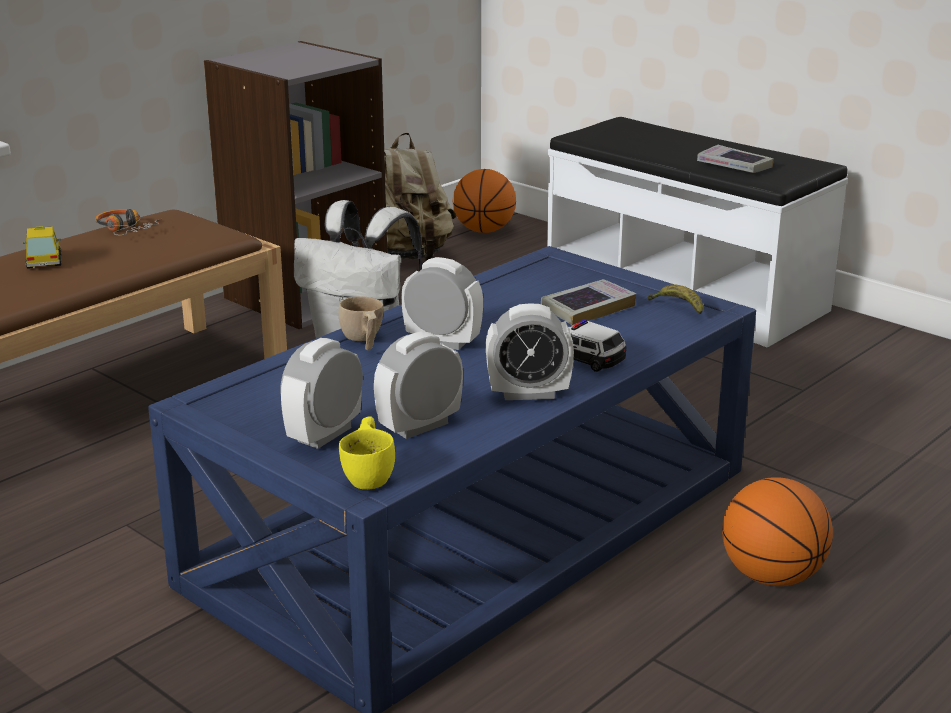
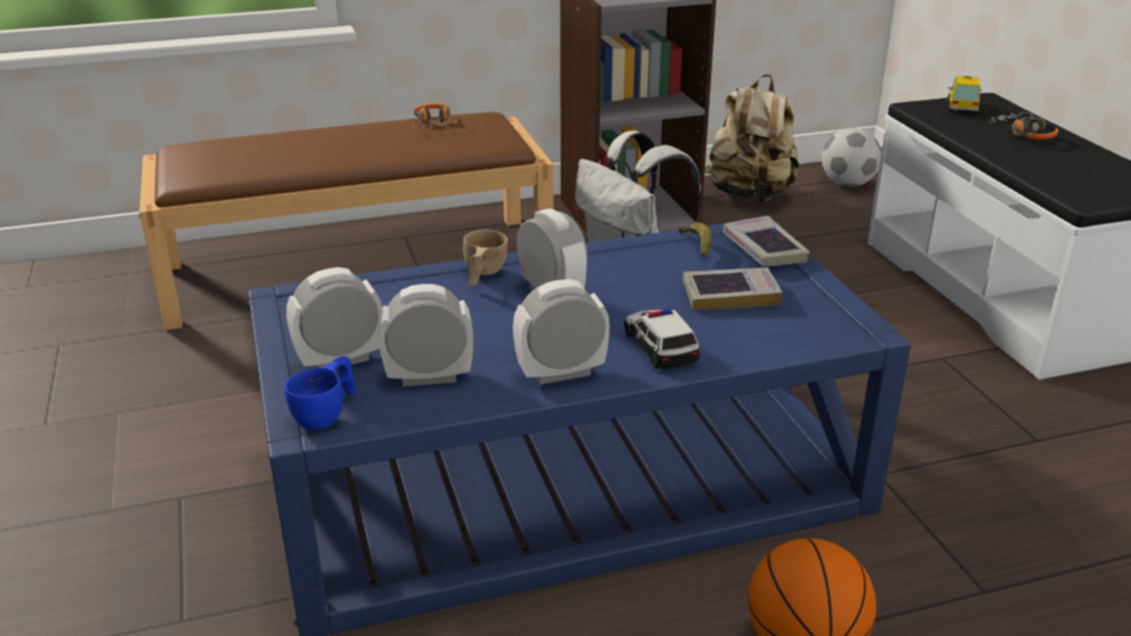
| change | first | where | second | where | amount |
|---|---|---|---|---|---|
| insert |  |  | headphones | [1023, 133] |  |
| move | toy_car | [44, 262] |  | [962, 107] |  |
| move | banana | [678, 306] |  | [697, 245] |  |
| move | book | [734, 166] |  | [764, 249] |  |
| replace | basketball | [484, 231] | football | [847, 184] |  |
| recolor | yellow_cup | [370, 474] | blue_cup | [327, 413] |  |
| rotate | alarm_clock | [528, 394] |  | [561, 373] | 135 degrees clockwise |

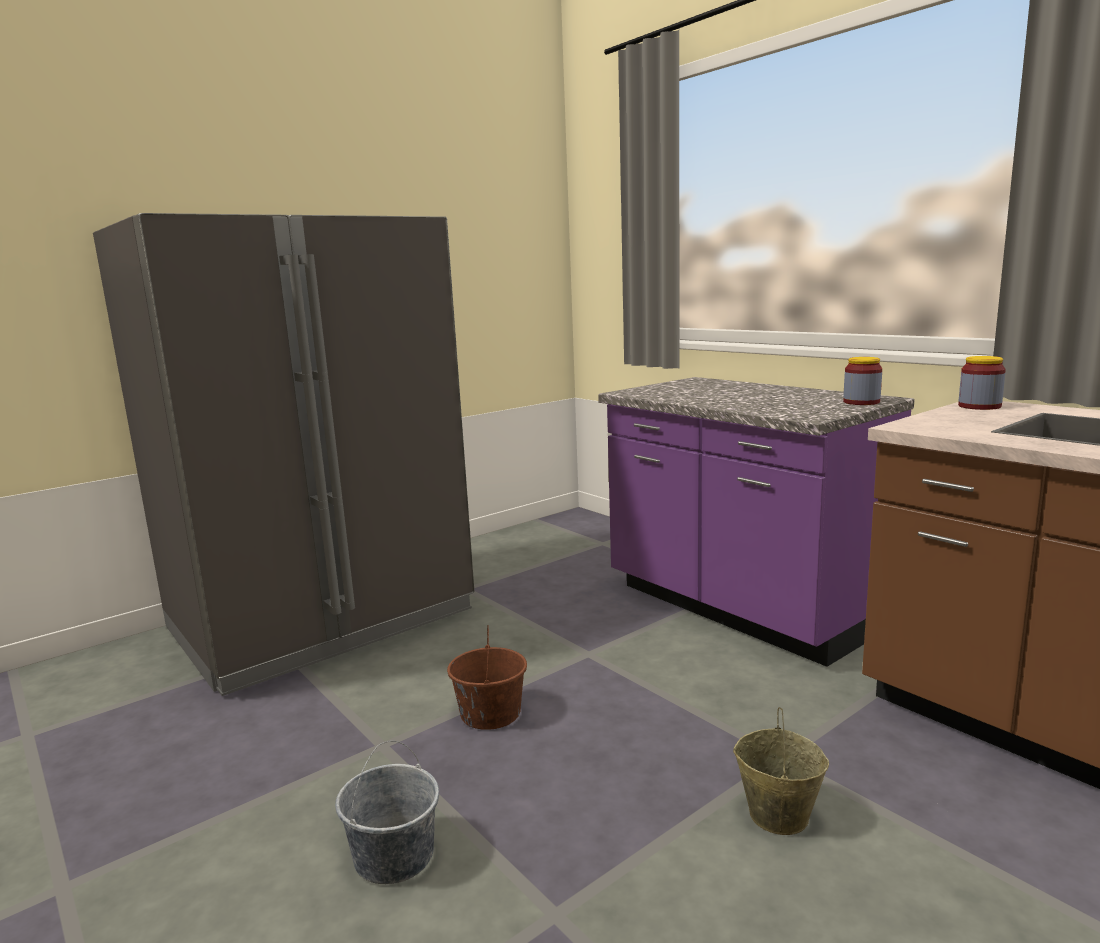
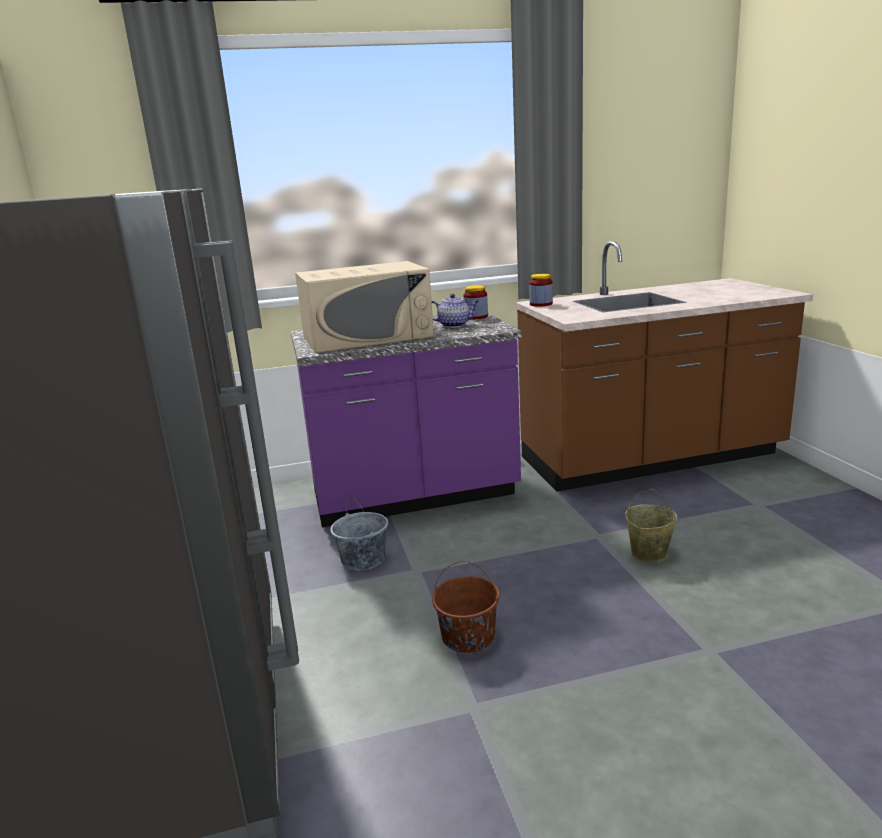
| change | first | where | second | where | amount |
|---|---|---|---|---|---|
| insert |  |  | beige_microwave | [367, 337] |  |
| insert |  |  | teapot | [454, 325] |  |
| move | grey_bucket | [393, 856] |  | [363, 560] |  |

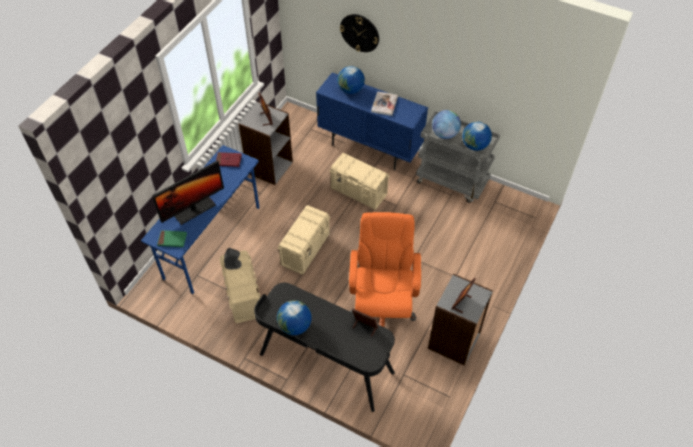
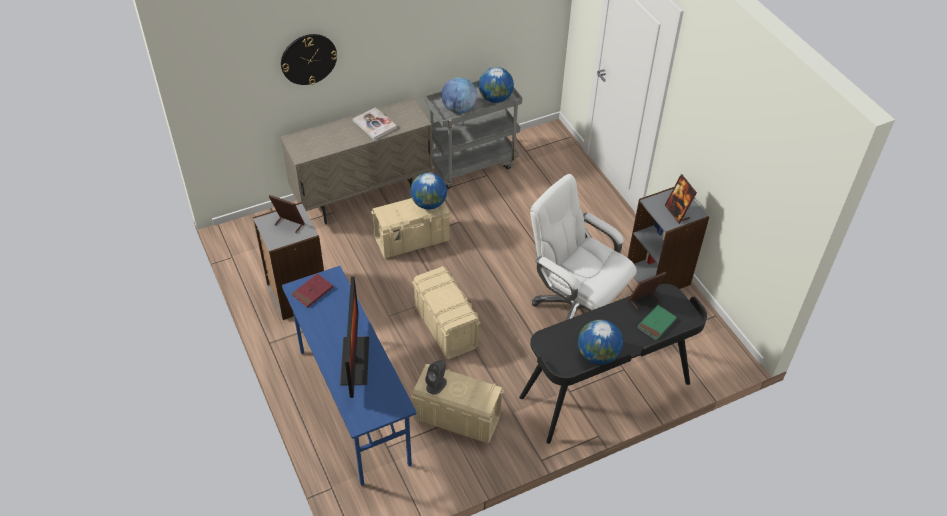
| change | first | where | second | where | amount |
|---|---|---|---|---|---|
| move | green_book | [172, 240] |  | [656, 324] |  |
| move | globe | [350, 90] |  | [429, 204] |  |
| recolor | blue_cabinet | [370, 148] | beige_cabinet | [363, 198] |  |
| recolor | orange_office_chair | [382, 307] | white_office_chair | [575, 306] |  |

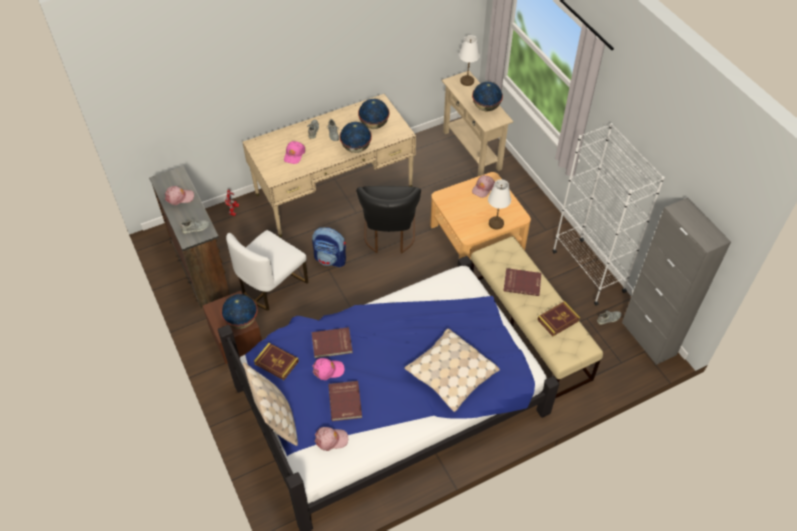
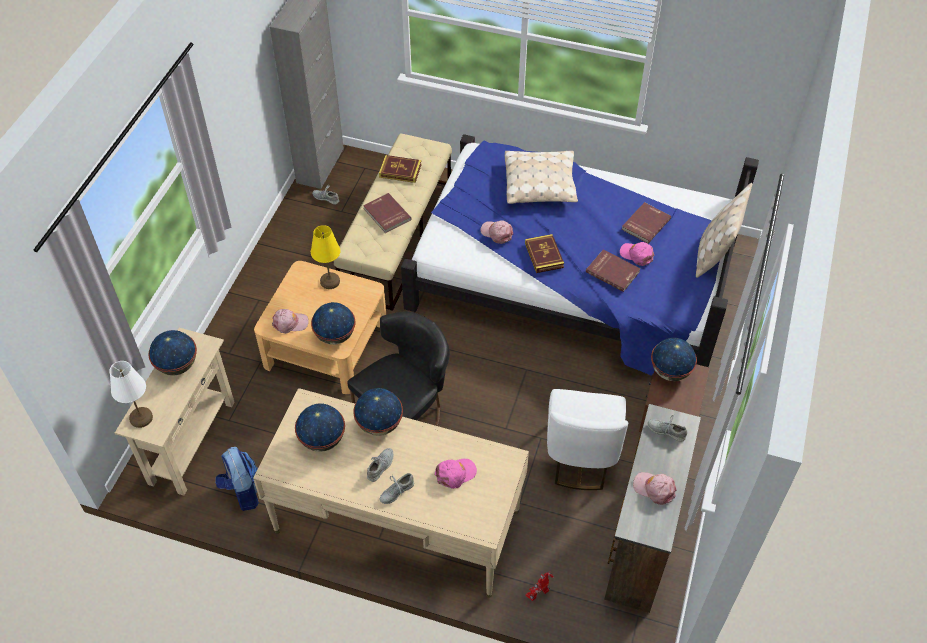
| change | first | where | second | where | amount |
|---|---|---|---|---|---|
| delete | white_bookcase | [588, 271] |  |  |  |
| insert |  |  | globe | [335, 336] |  |
| move | book | [276, 362] |  | [544, 255] |  |
| move | backpack | [331, 259] |  | [243, 491] |  |
| move | pink_cap | [331, 439] |  | [497, 233] |  |
| recolor | white_table_lamp | [495, 223] | yellow_table_lamp | [330, 282] |  |
| rotate | white_chair | [272, 286] |  | [580, 457] | 105 degrees clockwise |

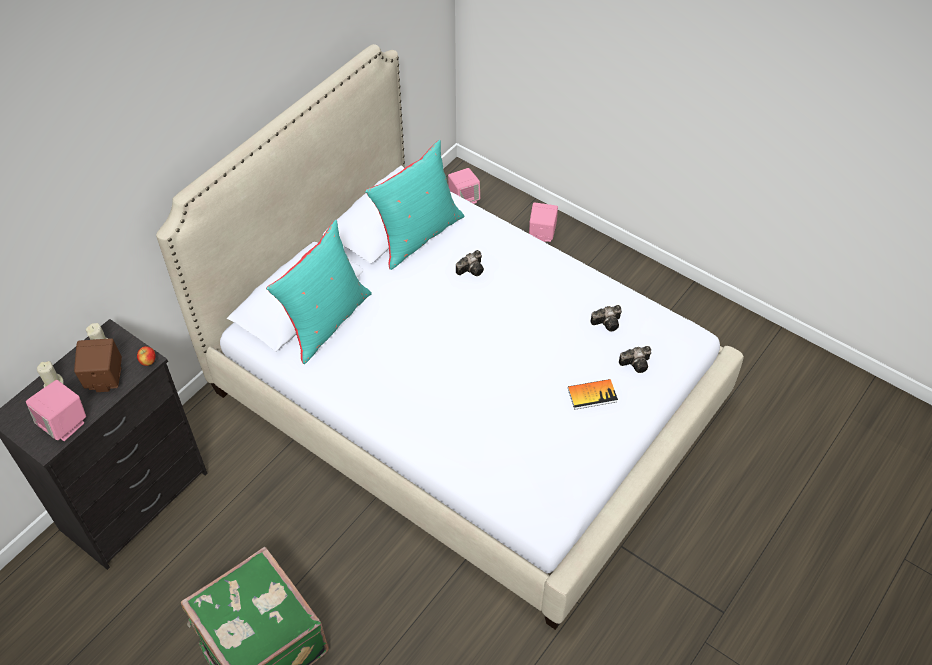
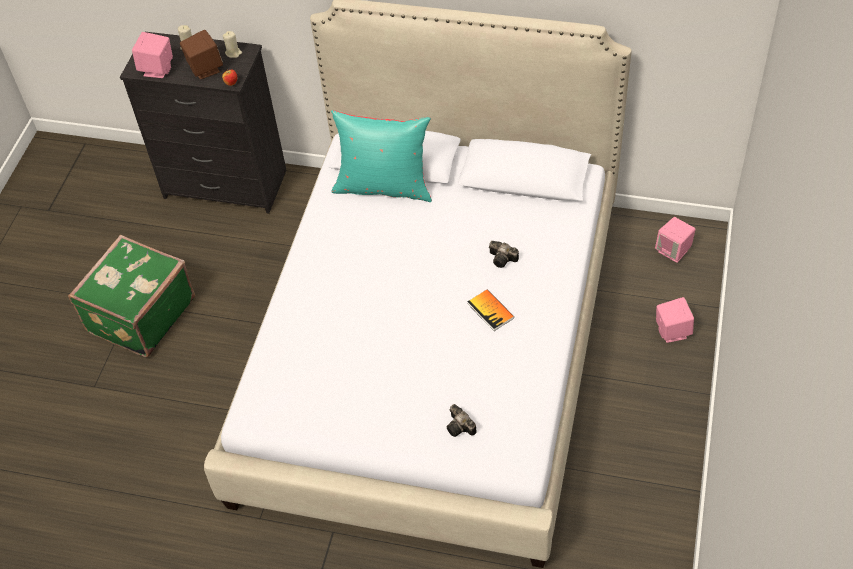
| change | first | where | second | where | amount |
|---|---|---|---|---|---|
| delete | turquoise_pillow | [417, 235] |  |  |  |
| delete | photo_camera | [608, 322] |  |  |  |
| move | book | [592, 395] |  | [490, 311] |  |

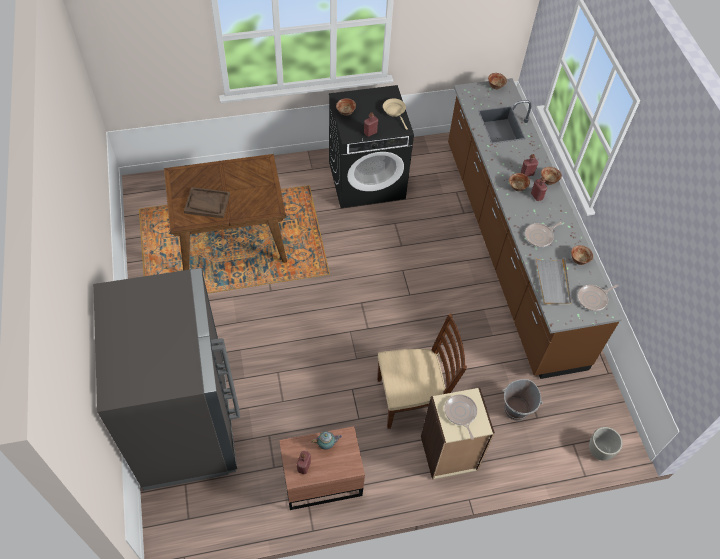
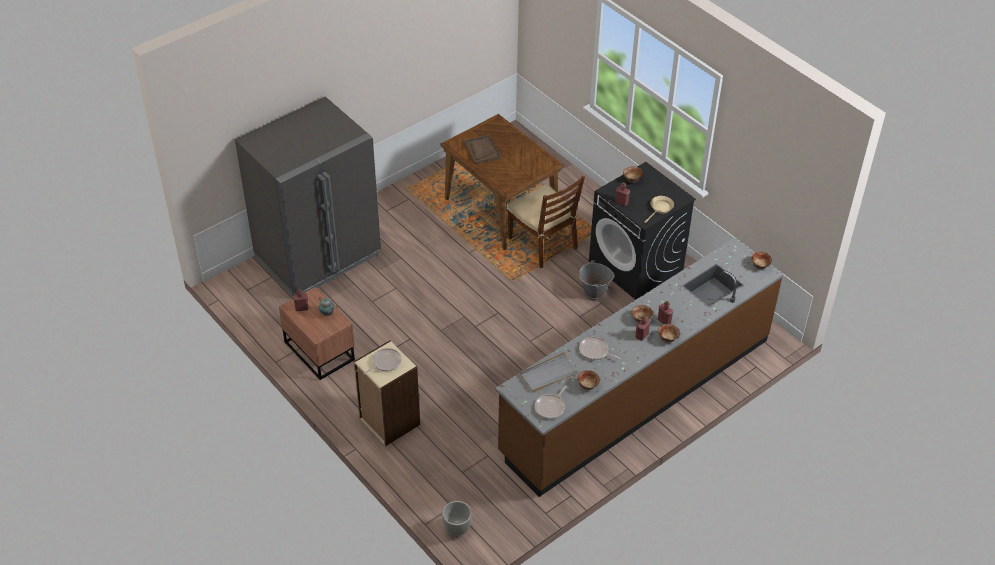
| change | first | where | second | where | amount |
|---|---|---|---|---|---|
| move | brown_chair | [412, 398] |  | [543, 243] |  |
| move | grey_bucket | [516, 409] |  | [594, 293] |  |
| rotate | frying_pan | [593, 299] |  | [550, 407] | 90 degrees counterclockwise |

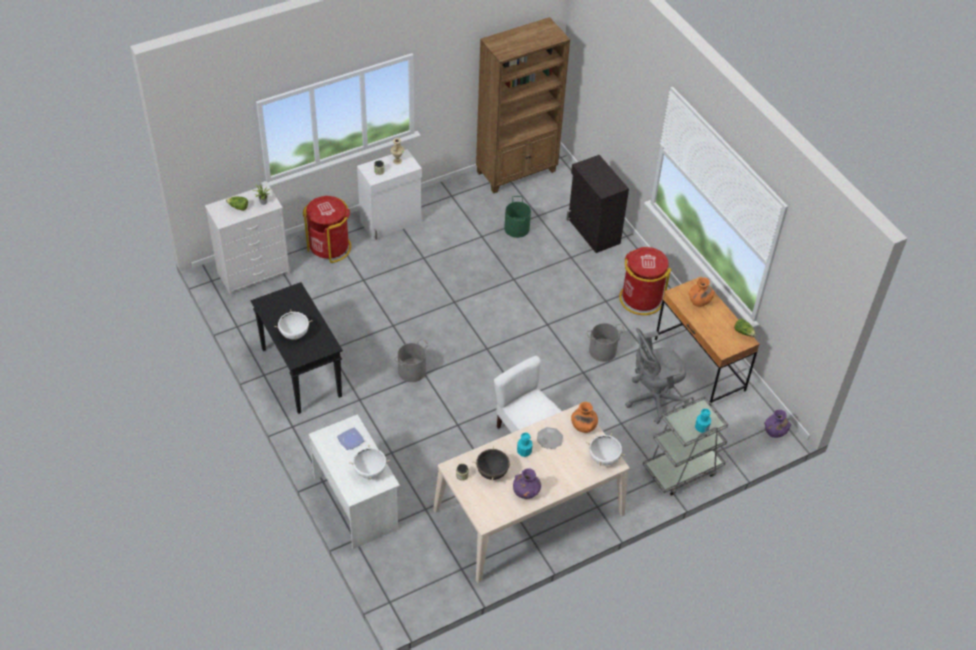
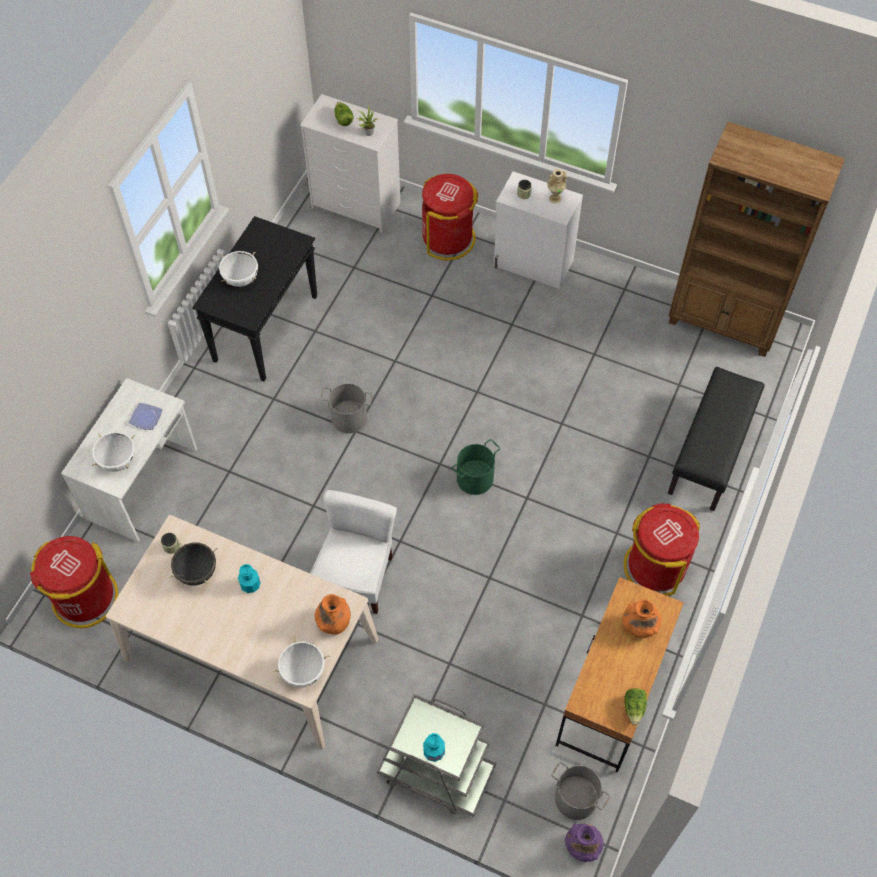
| change | first | where | second | where | amount |
|---|---|---|---|---|---|
| delete | purple_vase | [526, 492] |  |  |  |
| delete | plate | [549, 438] |  |  |  |
| delete | grey_office_chair | [653, 399] |  |  |  |
| insert |  |  | red_trash_can | [85, 598] |  |
| move | green_bucket | [517, 228] |  | [475, 478] |  |
| move | grey_bucket | [602, 351] |  | [575, 799] |  |
| replace | black_cabinet | [593, 231] | black_bench | [711, 453] |  |

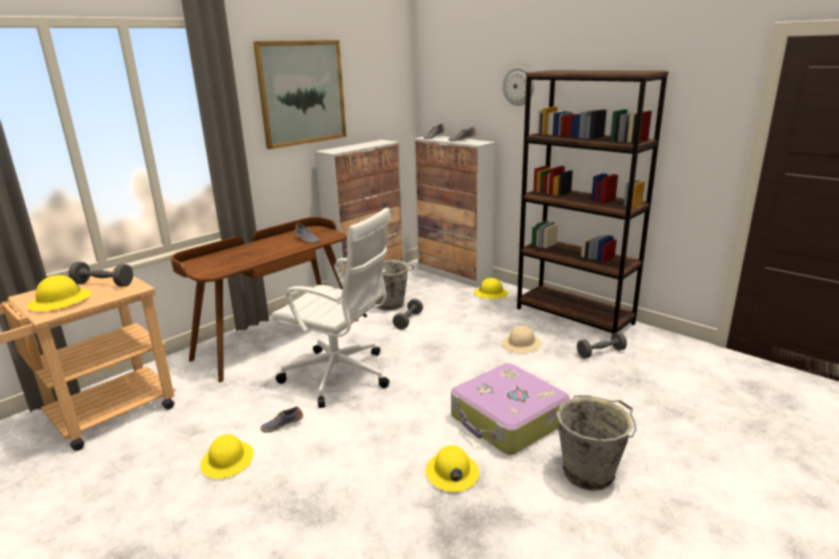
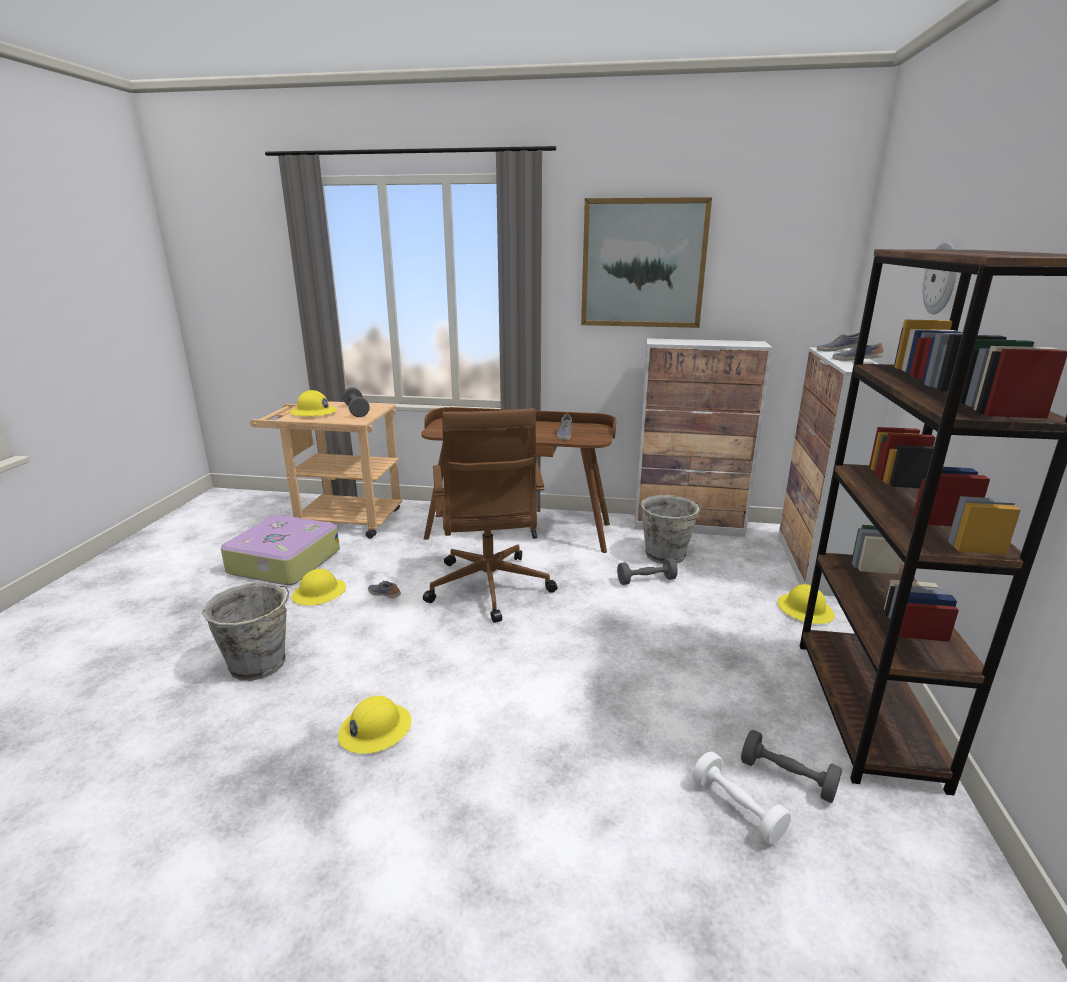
| change | first | where | second | where | amount |
|---|---|---|---|---|---|
| delete | beige_hard_hat | [521, 345] |  |  |  |
| insert |  |  | white_dumbbell | [737, 808] |  |
| move | suitcase | [508, 420] |  | [283, 562] |  |
| move | grey_bucket | [590, 472] |  | [259, 665] |  |
| recolor | white_office_chair | [340, 376] | brown_office_chair | [489, 589] |  |

